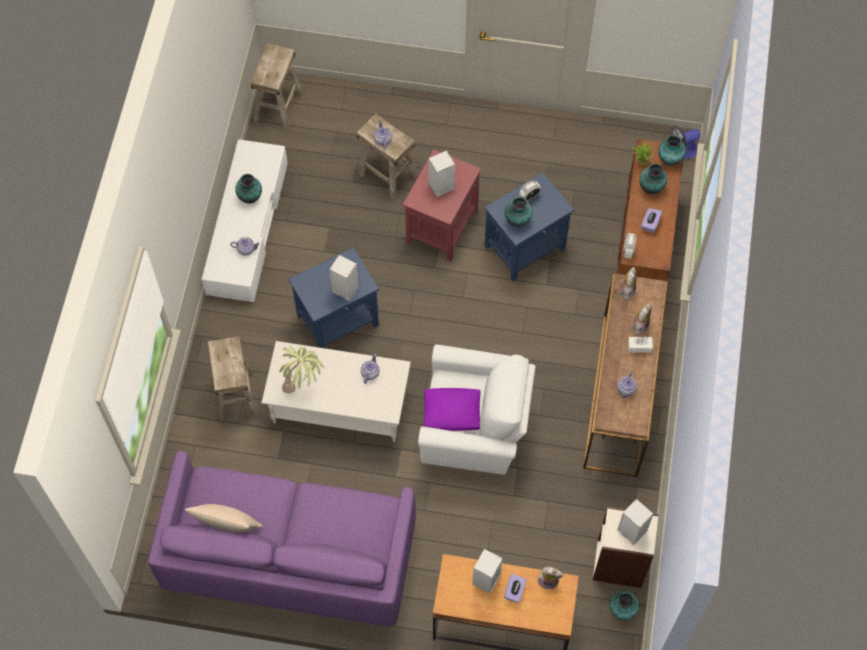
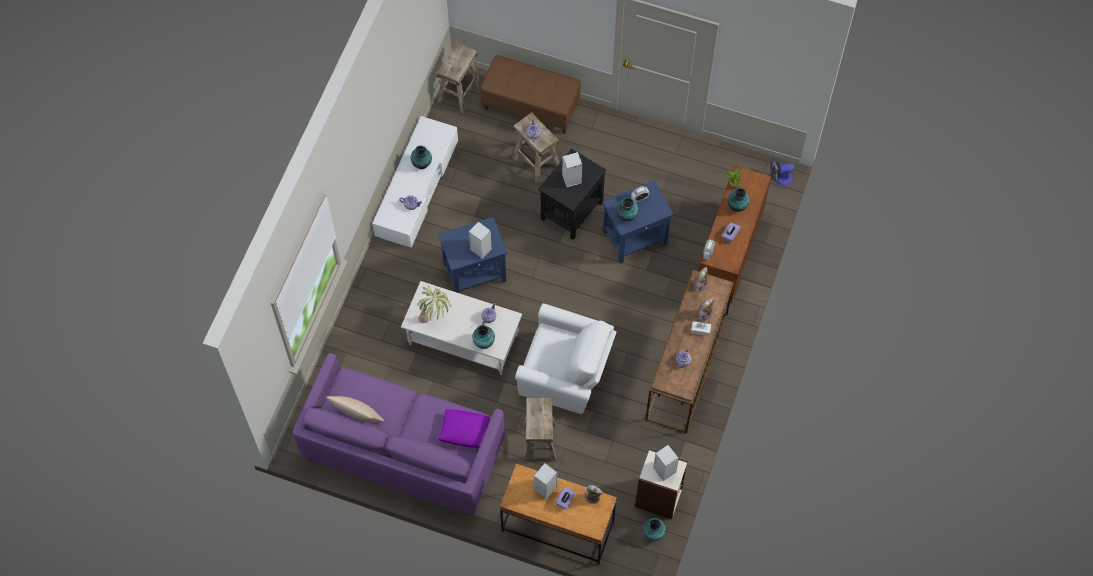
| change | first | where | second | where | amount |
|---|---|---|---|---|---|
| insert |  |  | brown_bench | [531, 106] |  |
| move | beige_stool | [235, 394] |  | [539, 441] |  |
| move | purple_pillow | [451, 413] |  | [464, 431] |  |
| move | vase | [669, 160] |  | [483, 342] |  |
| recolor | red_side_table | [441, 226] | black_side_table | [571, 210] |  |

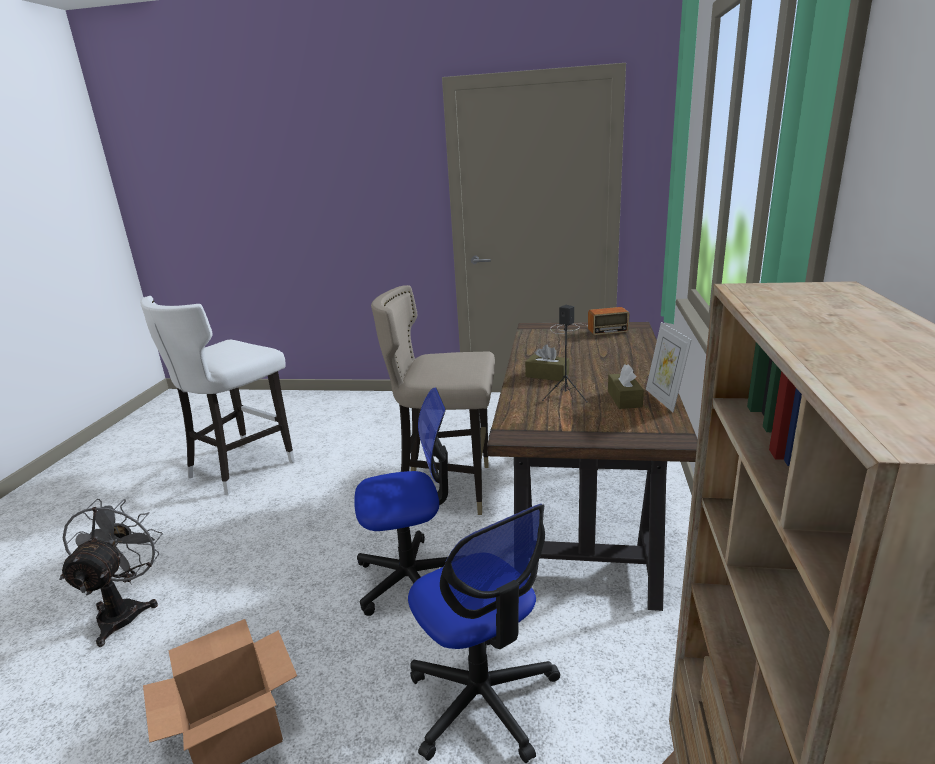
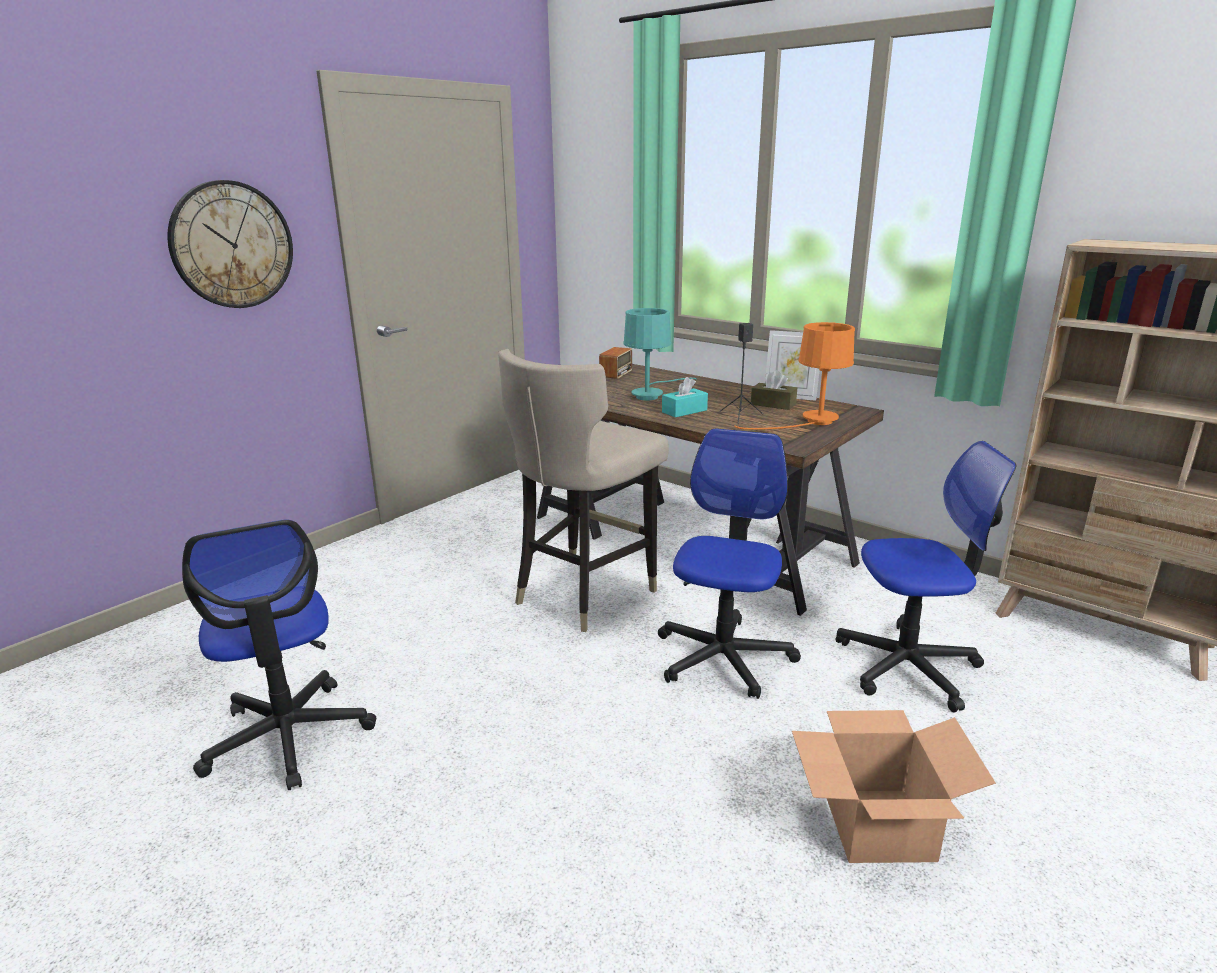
| change | first | where | second | where | amount |
|---|---|---|---|---|---|
| delete | grey_fan | [125, 610] |  |  |  |
| insert |  |  | wall_clock | [232, 245] |  |
| insert |  |  | turquoise_table_lamp | [651, 395] |  |
| insert |  |  | orange_table_lamp | [811, 423] |  |
| replace | white_stool | [241, 467] | office_chair | [288, 736] |  |
| recolor | brown_tissue_box | [547, 375] | turquoise_tissue_box | [684, 411] |  |

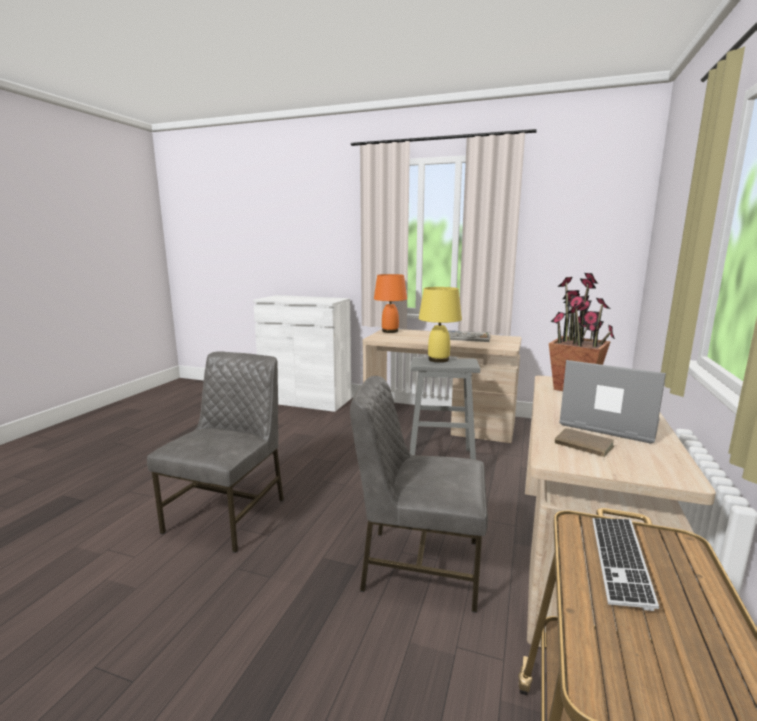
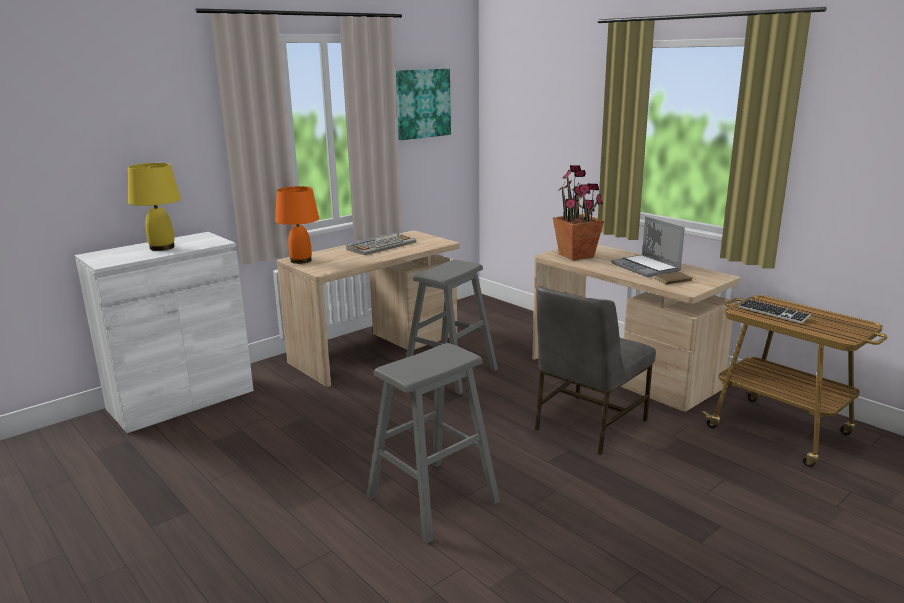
| change | first | where | second | where | amount |
|---|---|---|---|---|---|
| insert |  |  | picture | [422, 103] |  |
| move | yellow_table_lamp | [438, 360] |  | [161, 247] |  |
| replace | grey_chair | [229, 514] | grey_stool | [433, 499] |  |
| rotate | laptop | [607, 424] |  | [646, 267] | 90 degrees counterclockwise |

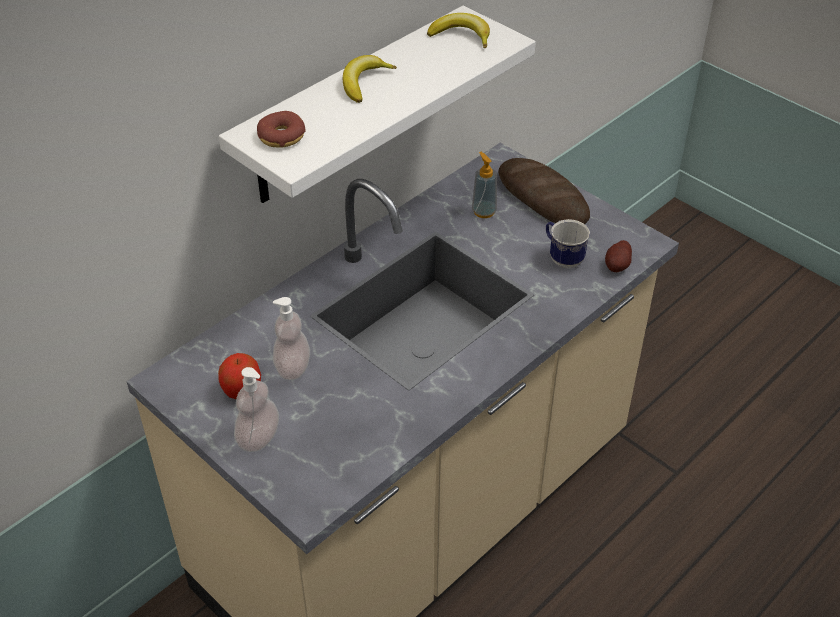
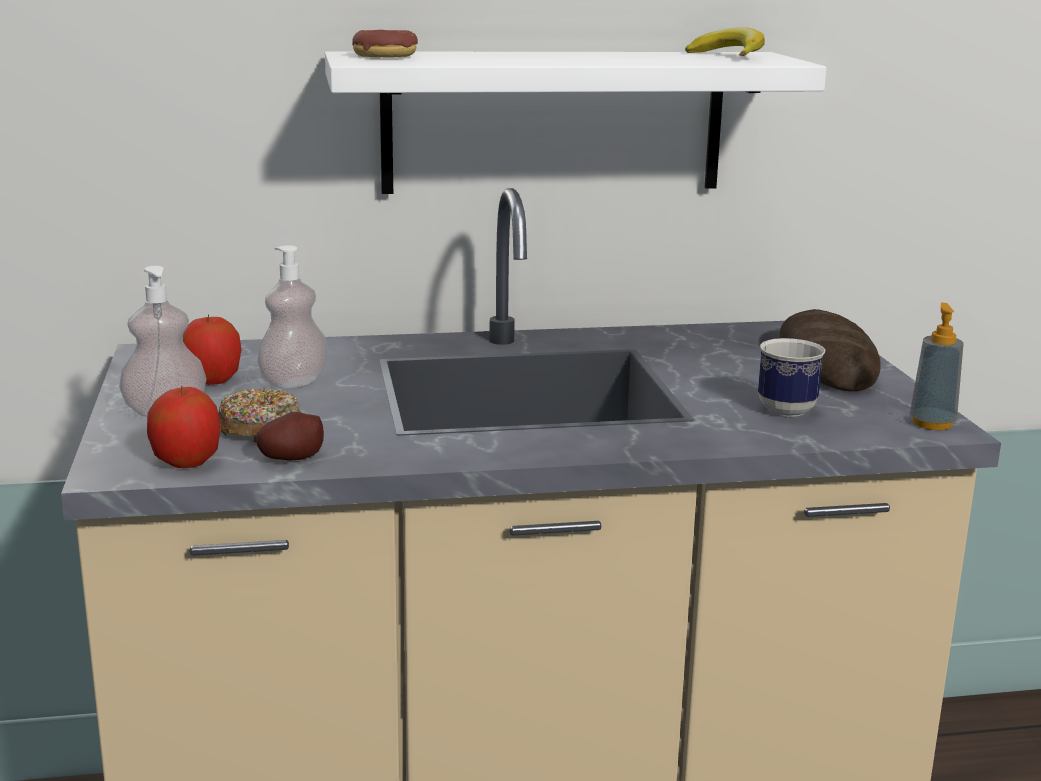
| change | first | where | second | where | amount |
|---|---|---|---|---|---|
| delete | banana | [364, 83] |  |  |  |
| insert |  |  | apple | [187, 462] |  |
| insert |  |  | donut | [258, 428] |  |
| move | soap_dispenser | [484, 211] |  | [932, 423] |  |
| move | potato | [617, 266] |  | [291, 458] |  |

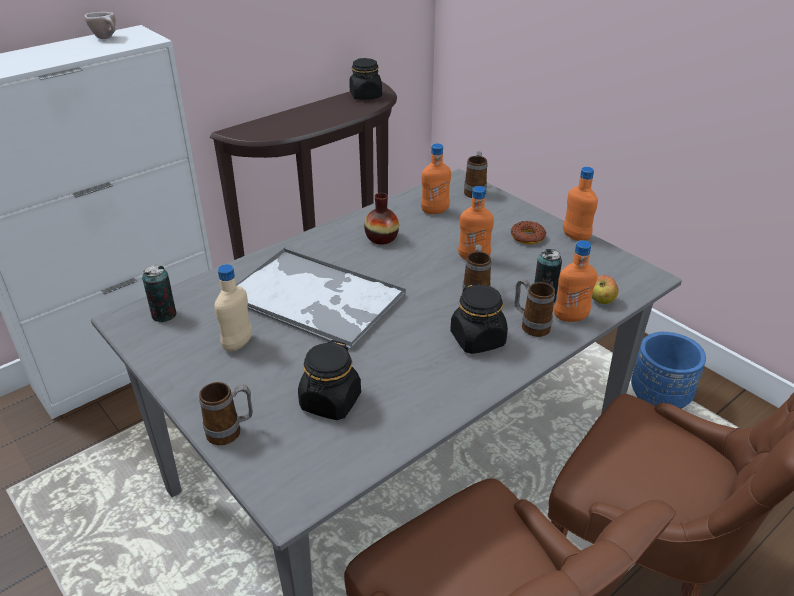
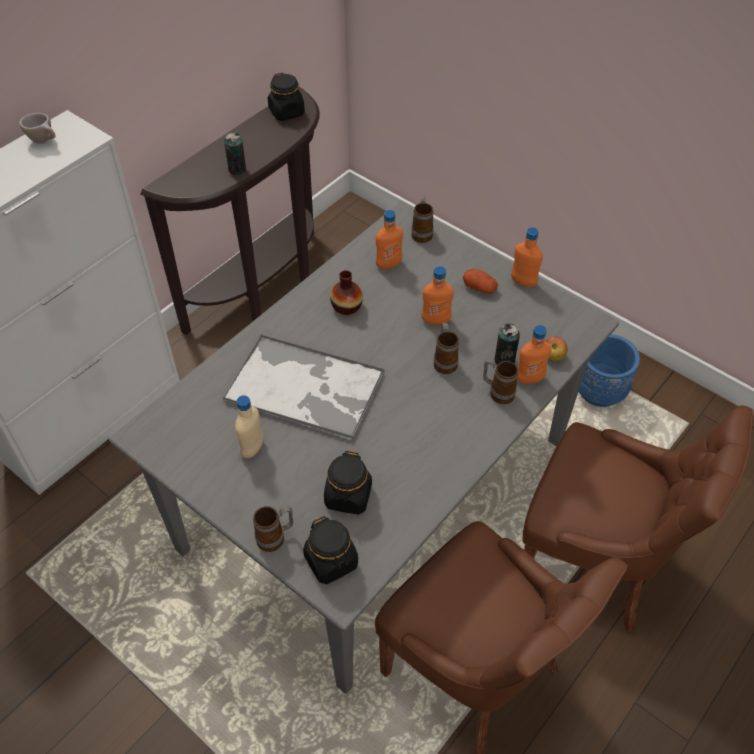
| change | first | where | second | where | amount |
|---|---|---|---|---|---|
| move | can | [164, 315] |  | [237, 170] |  |
| move | black_jar | [478, 339] |  | [331, 561] |  |
| replace | donut | [527, 237] | potato | [479, 288] |  |

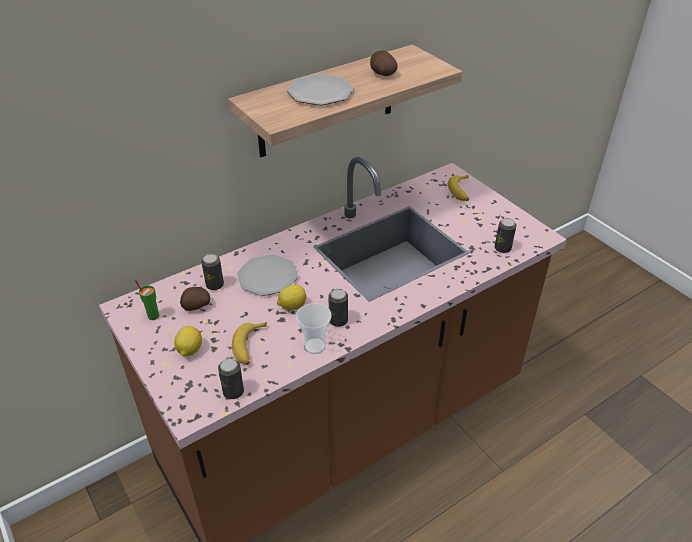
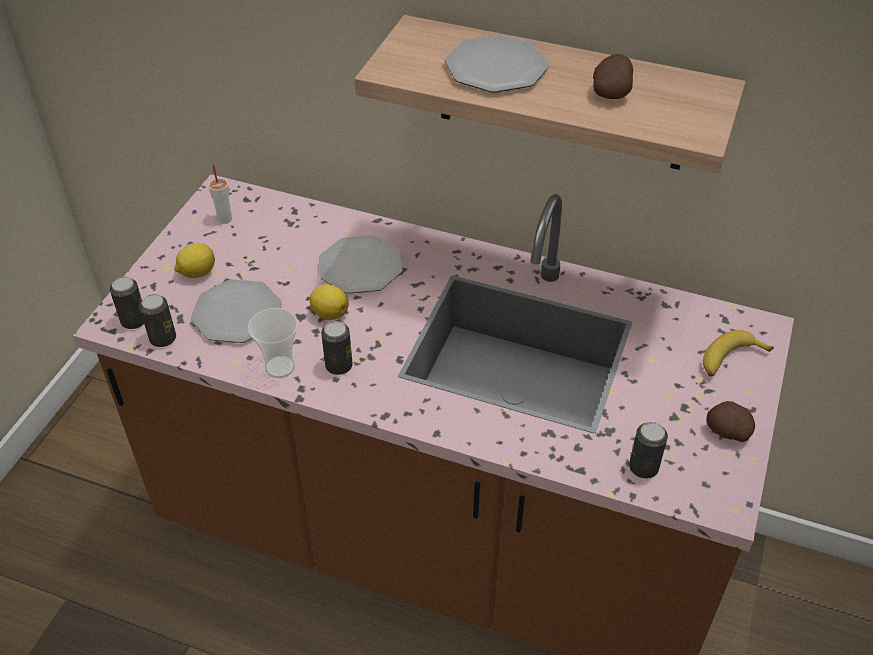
| change | first | where | second | where | amount |
|---|---|---|---|---|---|
| move | potato | [196, 306] |  | [727, 432] |  |
| move | can | [215, 285] |  | [134, 321] |  |
| replace | banana | [249, 347] | plate | [237, 314] |  |
| recolor | green_cup | [153, 316] | white_cup | [225, 218] |  |

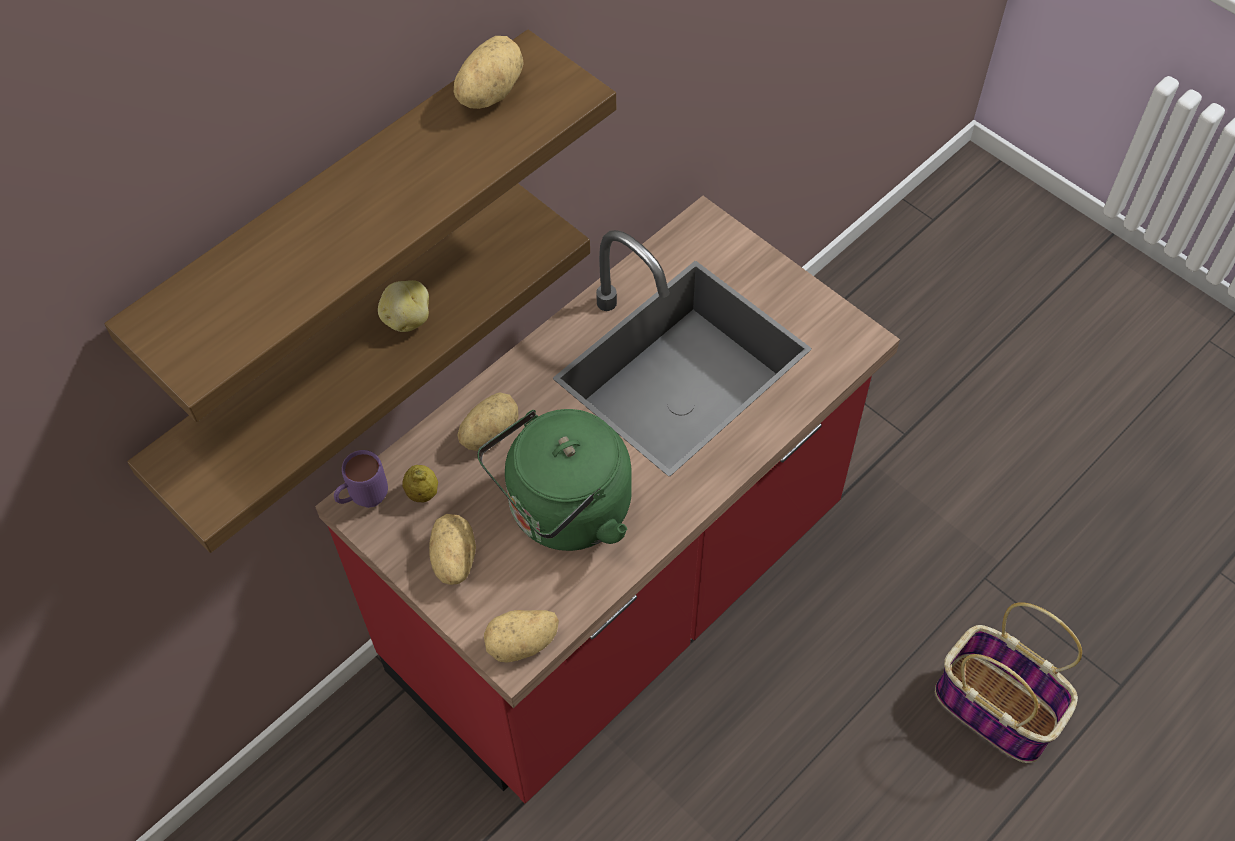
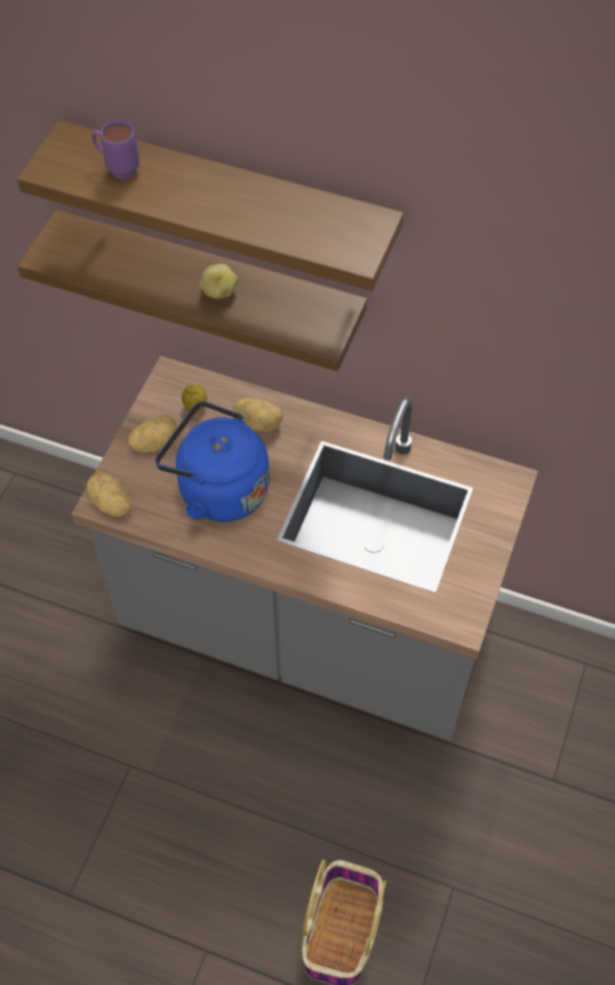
| change | first | where | second | where | amount |
|---|---|---|---|---|---|
| delete | potato | [488, 92] |  |  |  |
| move | purple_mug | [363, 500] |  | [117, 169] |  |
| recolor | red_counter | [620, 596] | grey_counter | [307, 628] |  |
| recolor | green_kettle | [564, 512] | blue_kettle | [218, 489] |  |

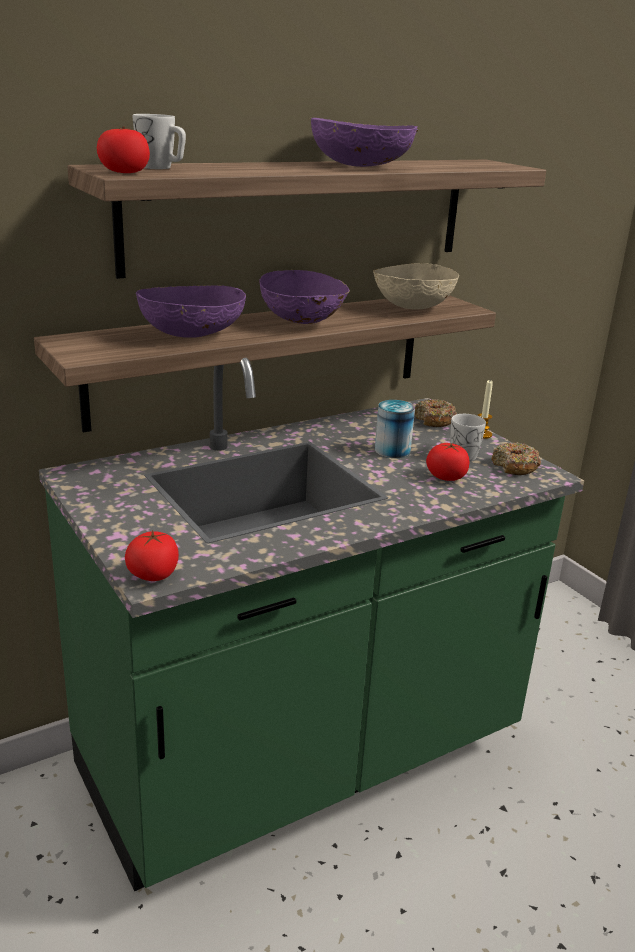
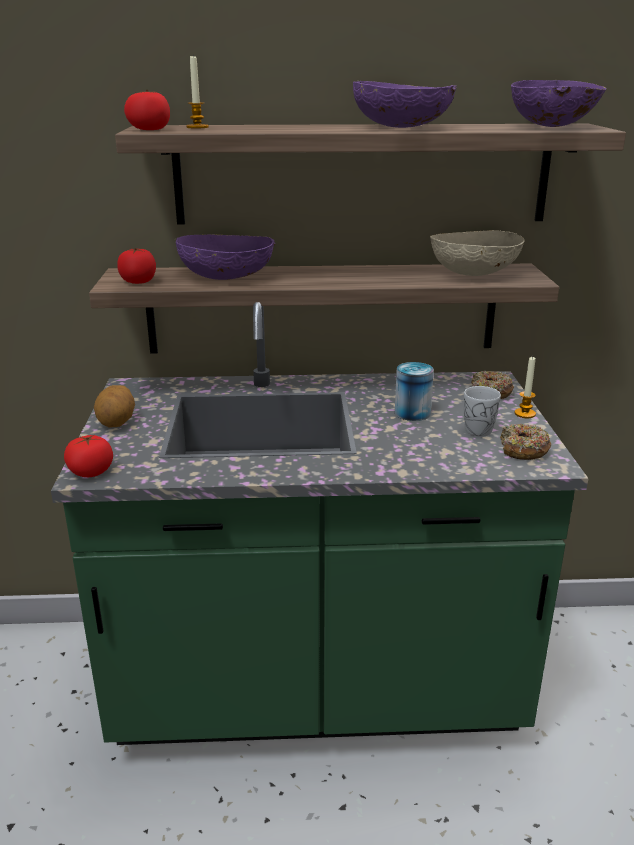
| change | first | where | second | where | amount |
|---|---|---|---|---|---|
| insert |  |  | potato | [117, 423] |  |
| move | purple_bowl | [303, 321] |  | [553, 127] |  |
| move | tomato | [446, 477] |  | [138, 282] |  |
| replace | white_mug | [161, 168] | candle | [197, 127] |  |

